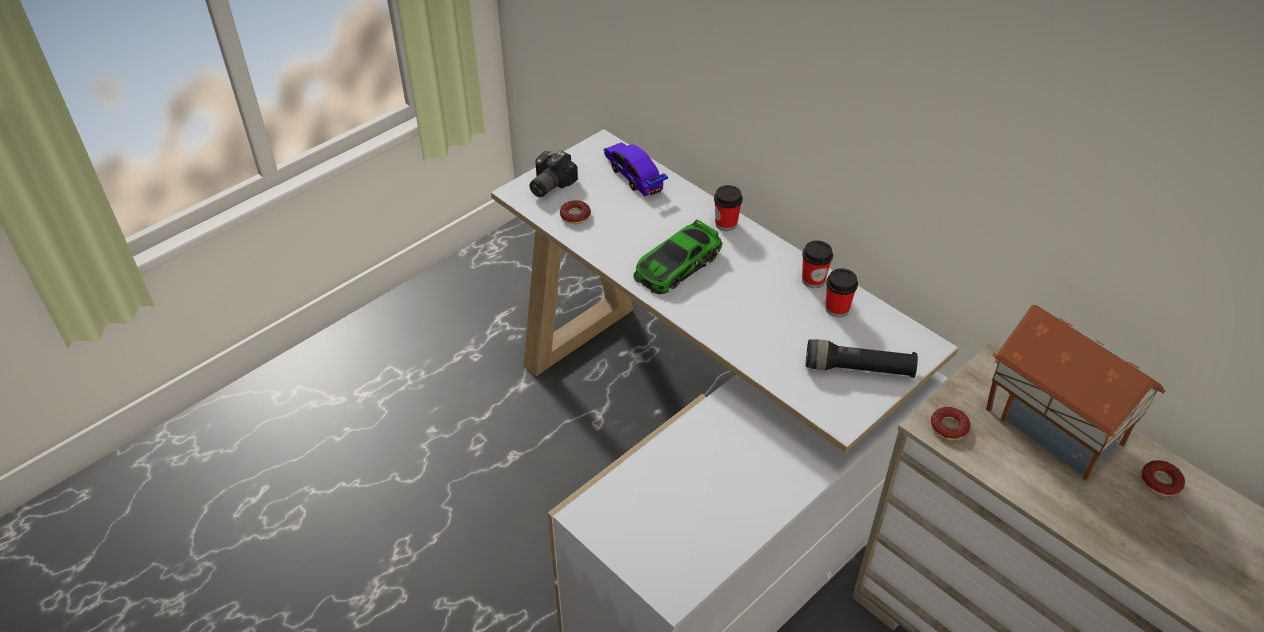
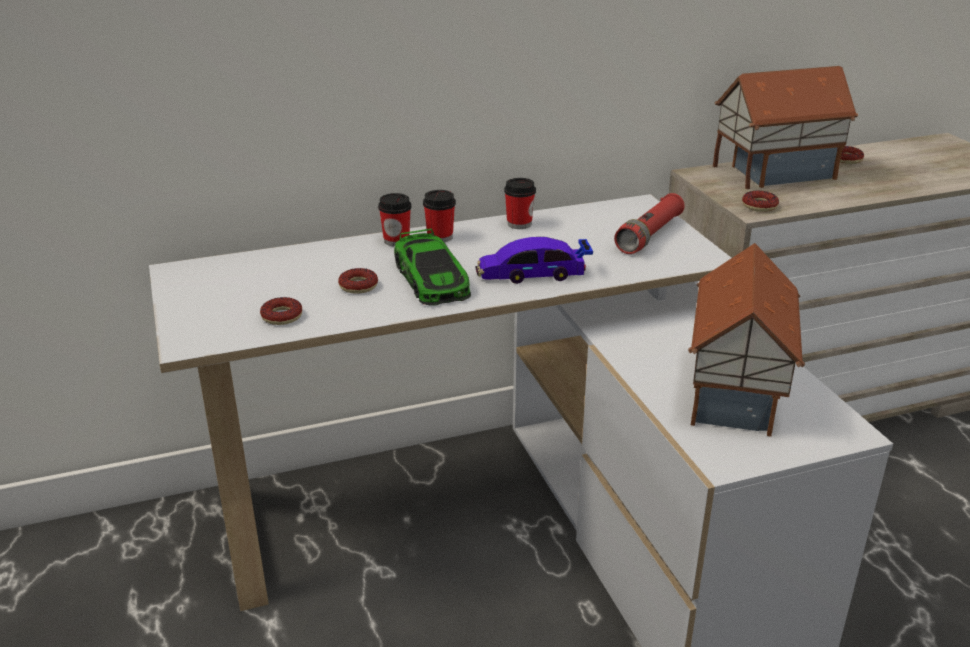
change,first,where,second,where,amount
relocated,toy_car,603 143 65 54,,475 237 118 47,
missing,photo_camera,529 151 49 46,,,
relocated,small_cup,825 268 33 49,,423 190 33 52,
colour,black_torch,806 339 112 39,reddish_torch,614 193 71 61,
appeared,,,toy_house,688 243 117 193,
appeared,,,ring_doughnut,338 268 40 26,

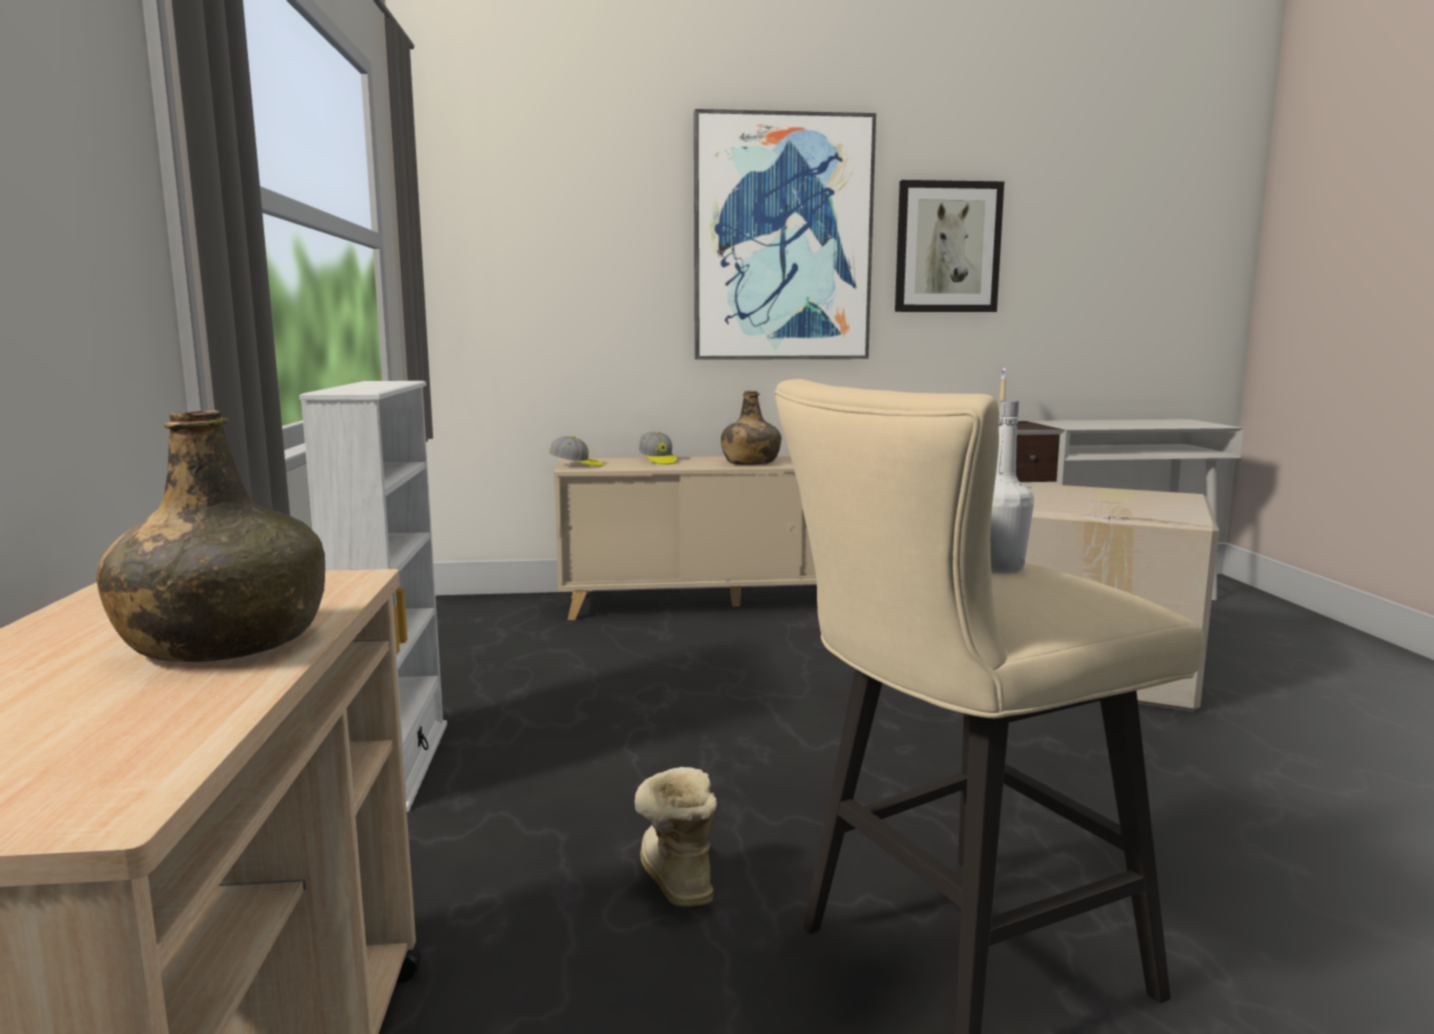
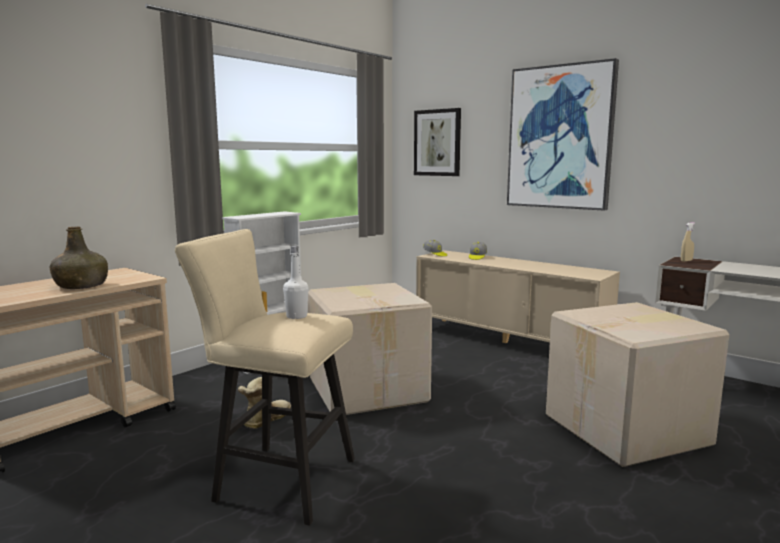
change,first,where,second,where,amount
relocated,wall_art,895 180 109 132,,414 108 47 68,
missing,greenish_drink_bottle,721 391 60 74,,,
appeared,,,carton,308 283 124 132,

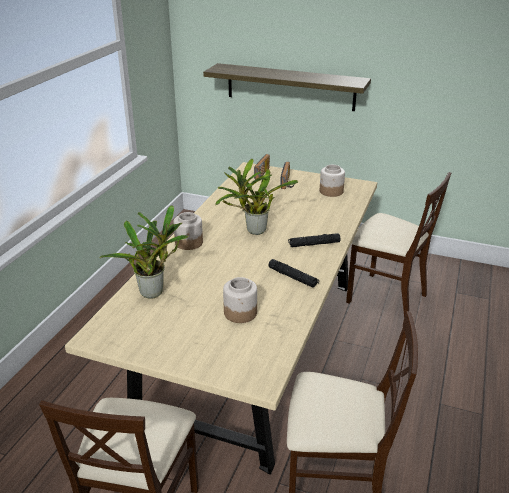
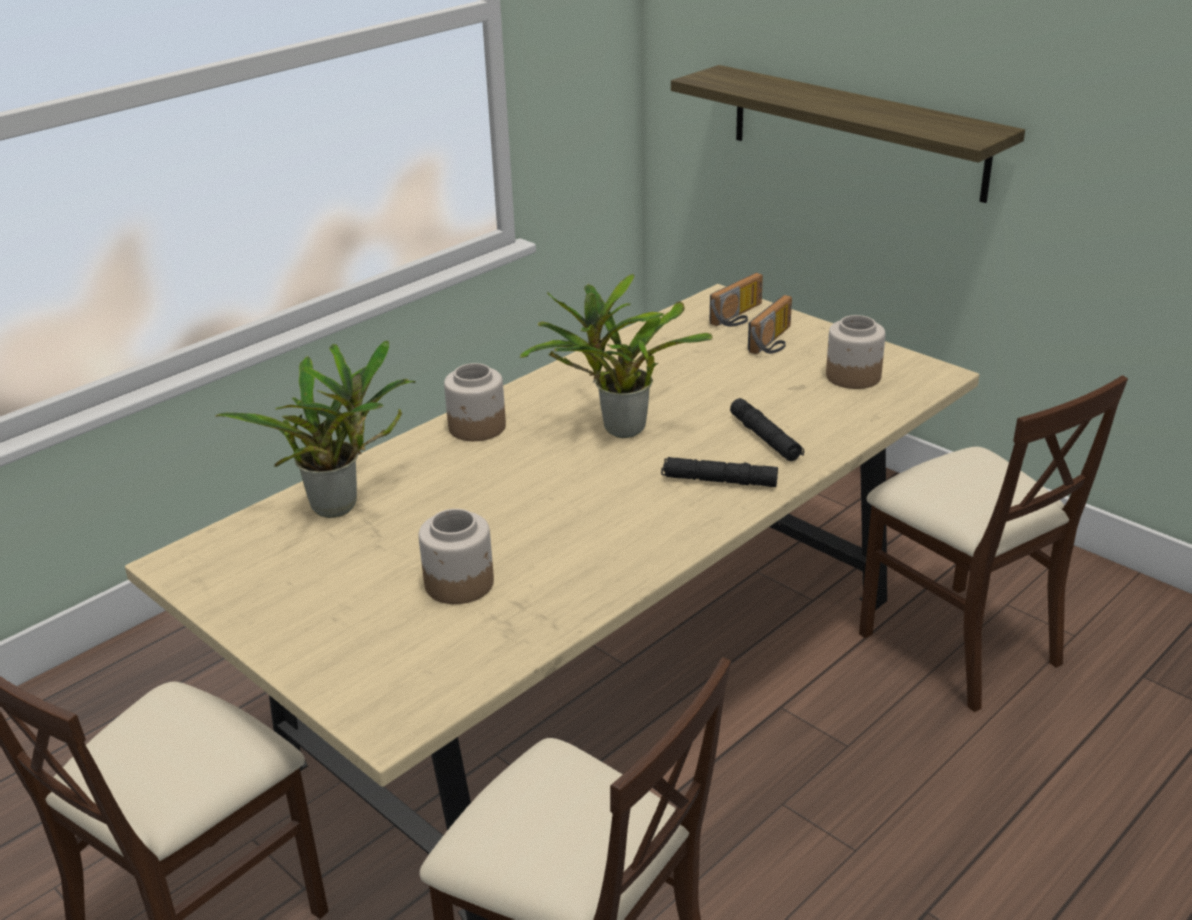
change,first,where,second,where,amount
relocated,black_torch,268 259 51 29,,730 398 74 63,

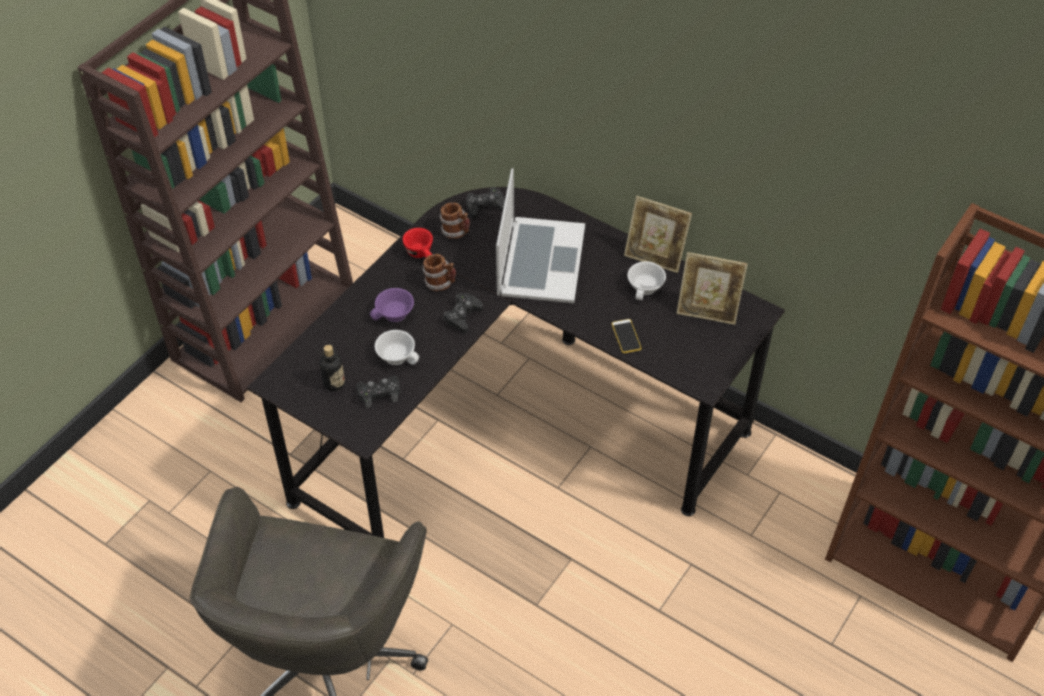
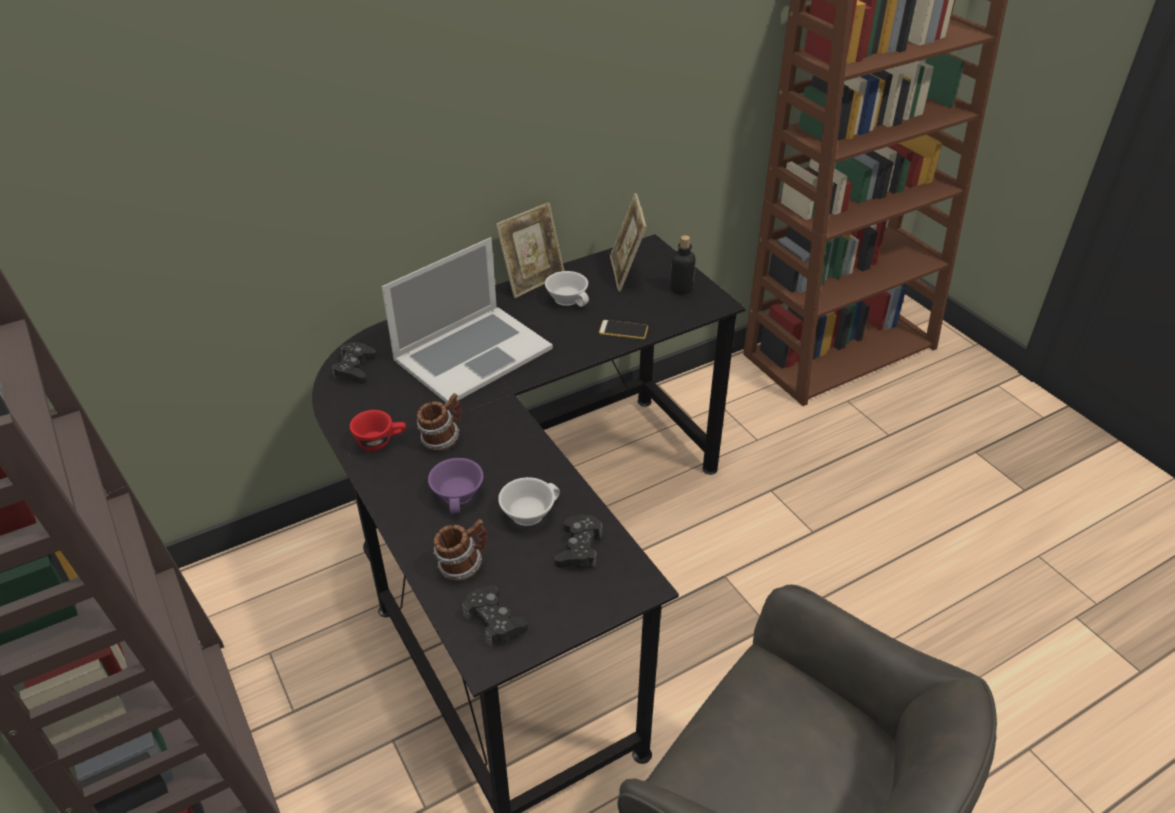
change,first,where,second,where,amount
spun,portable_computer,496 168 89 135,,381 237 172 166,105 degrees clockwise
relocated,tea_mug,440 203 30 36,,433 519 54 62,
spun,picture_frame,676 252 72 73,,610 193 37 98,135 degrees clockwise
relocated,black_joypad,444 293 39 40,,462 586 66 61,
relocated,drink_bottle,320 345 25 46,,670 235 25 60,

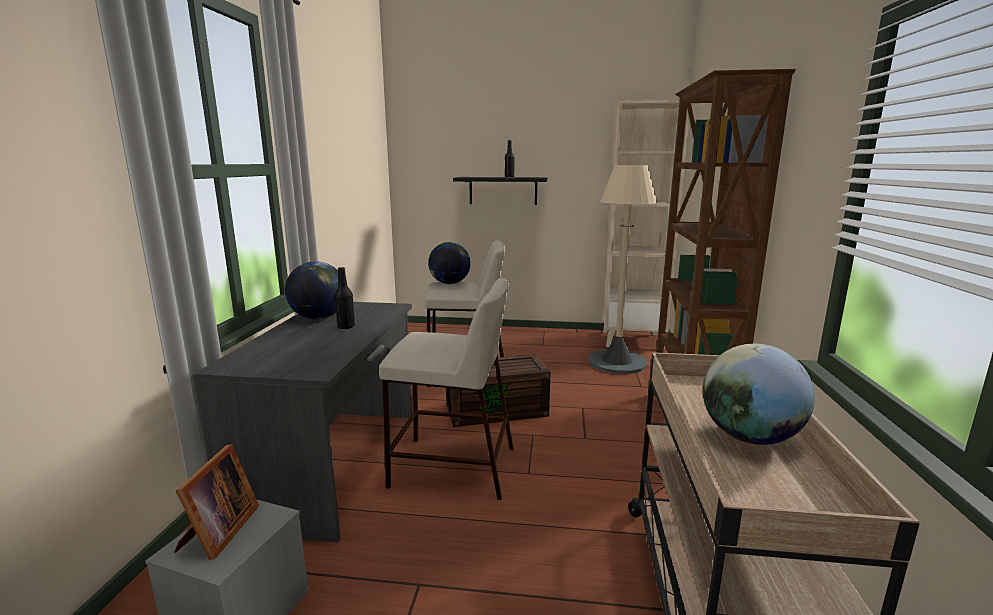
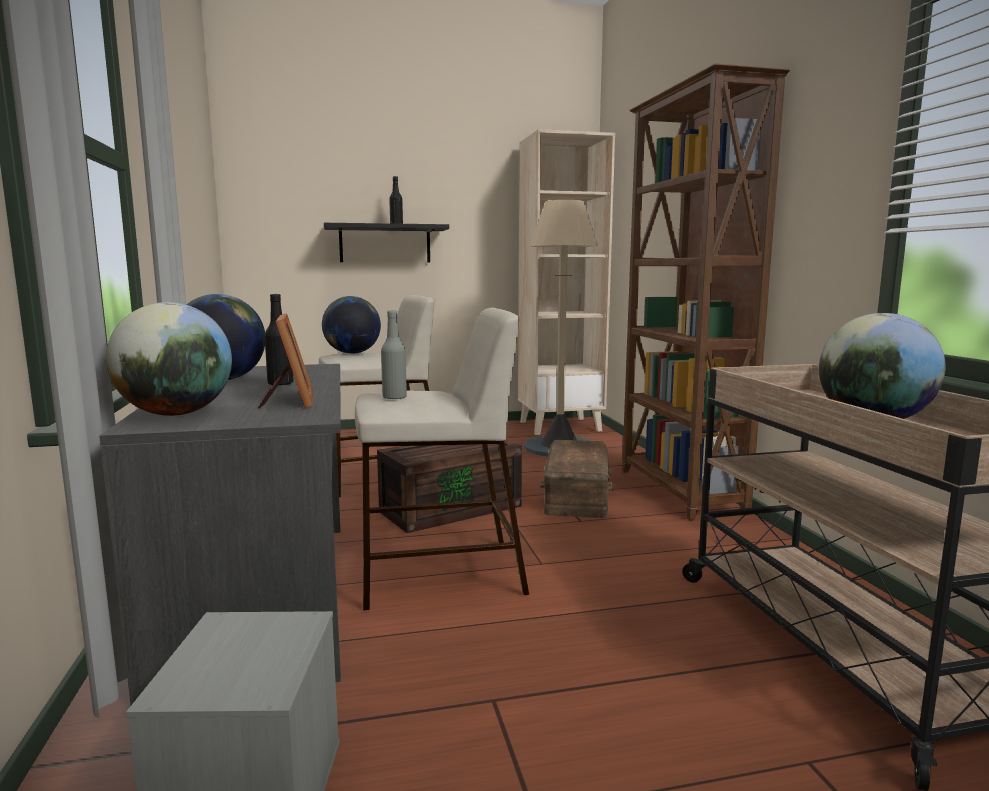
change,first,where,second,where,amount
relocated,picture_frame,175 444 84 116,,258 313 55 96,
appeared,,,desk_globe,106 302 126 114,
appeared,,,gray_drink_bottle,381 310 26 90,
appeared,,,brownish_storage_bin,540 440 74 78,

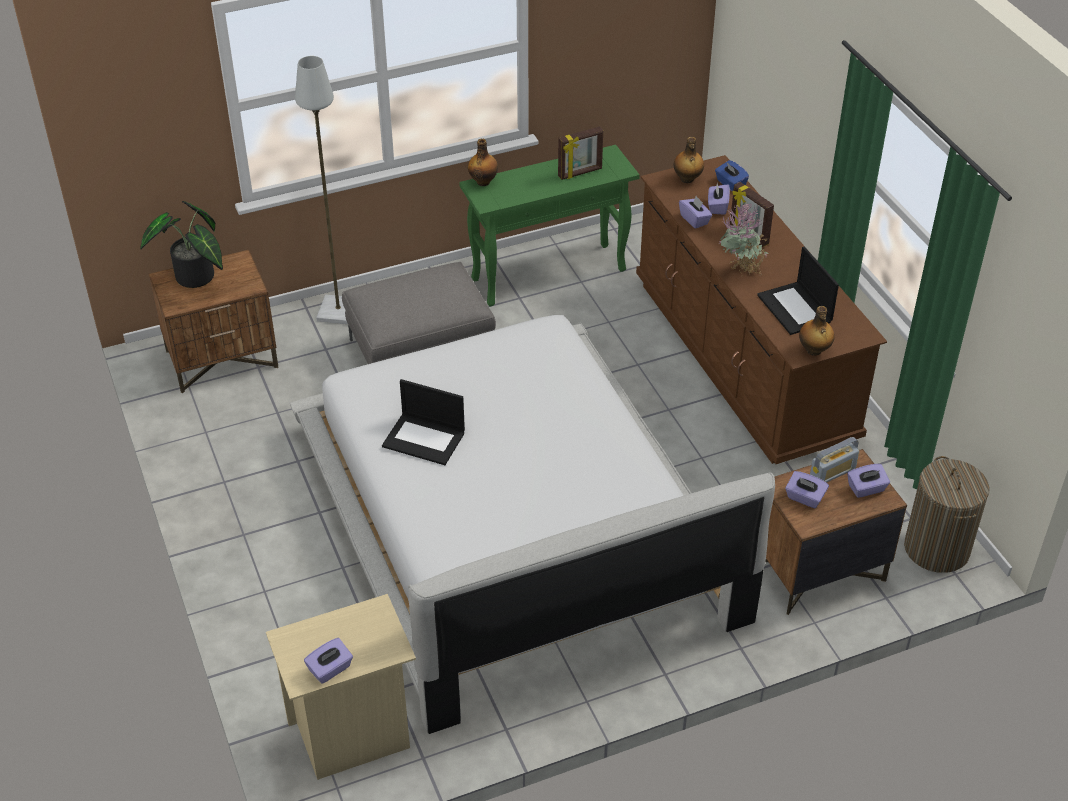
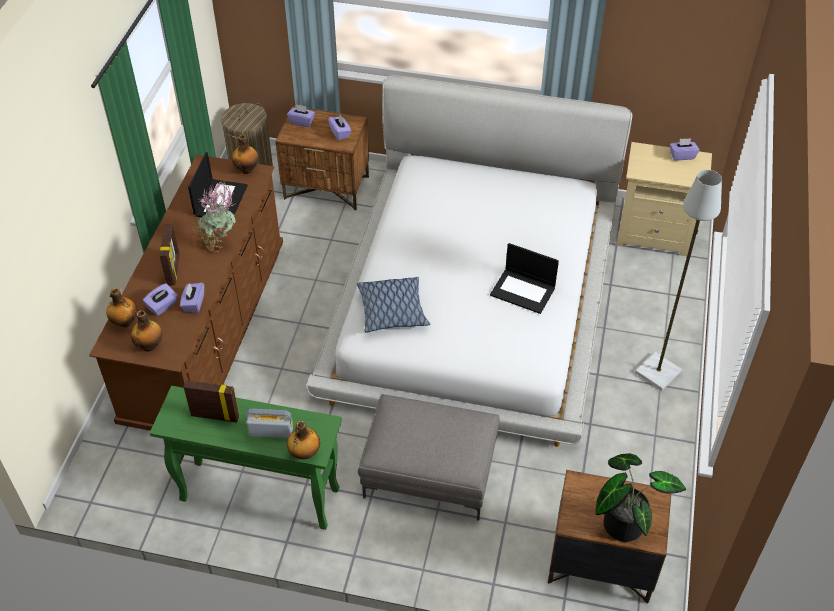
change,first,where,second,where,amount
relocated,gray_standing_lamp,295 56 53 268,,635 170 87 221,
exchanged,bluish_tissue_box,715 160 34 31,drink_bottle,106 288 32 39,
spun,portable_computer,382 379 83 86,,490 243 69 71,150 degrees clockwise
relocated,radio,810 437 49 46,,246 409 47 29,
appeared,,,pillow,357 277 73 56,

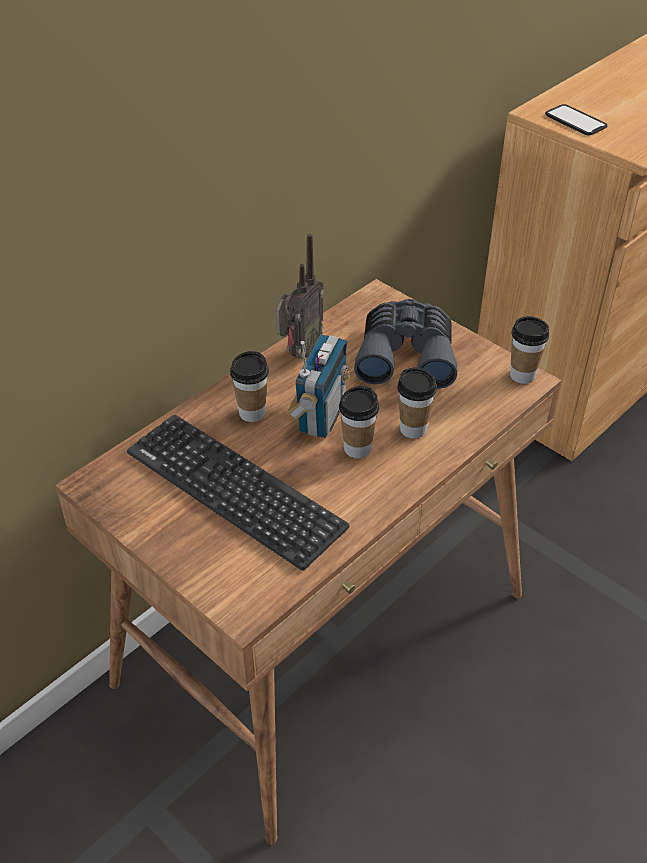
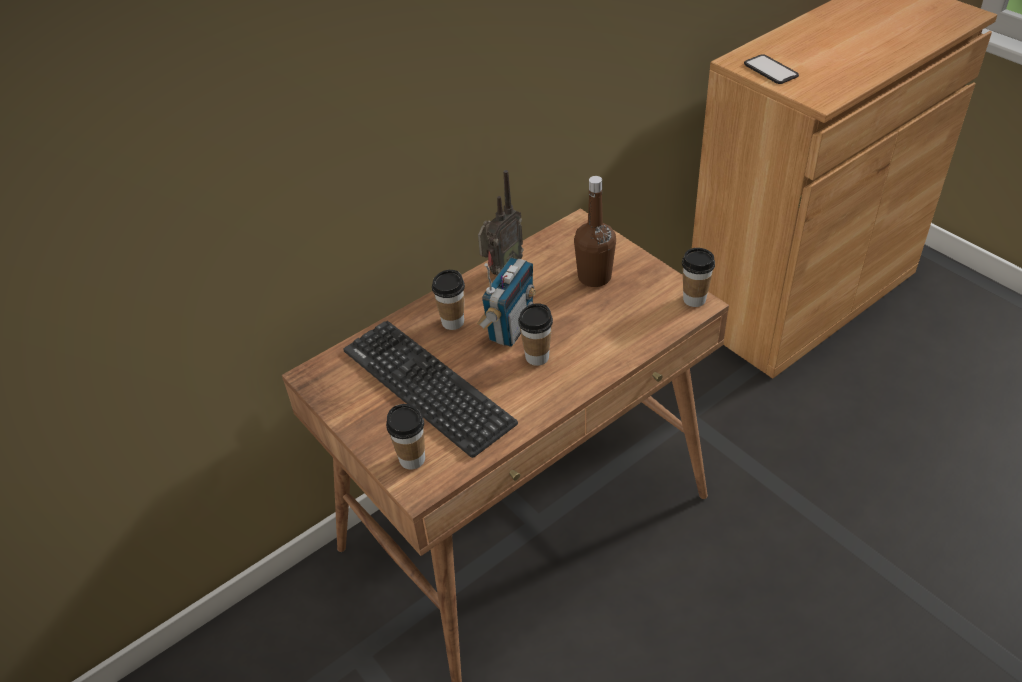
change,first,where,second,where,amount
exchanged,gray_field_glasses,354 299 103 90,brownish_drink_bottle,574 176 42 111,
relocated,small_cup,397 367 40 72,,386 404 39 66,

